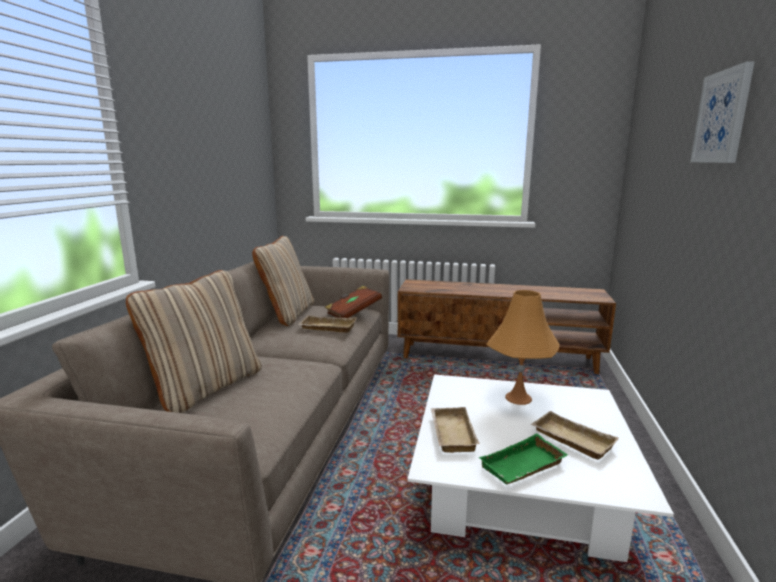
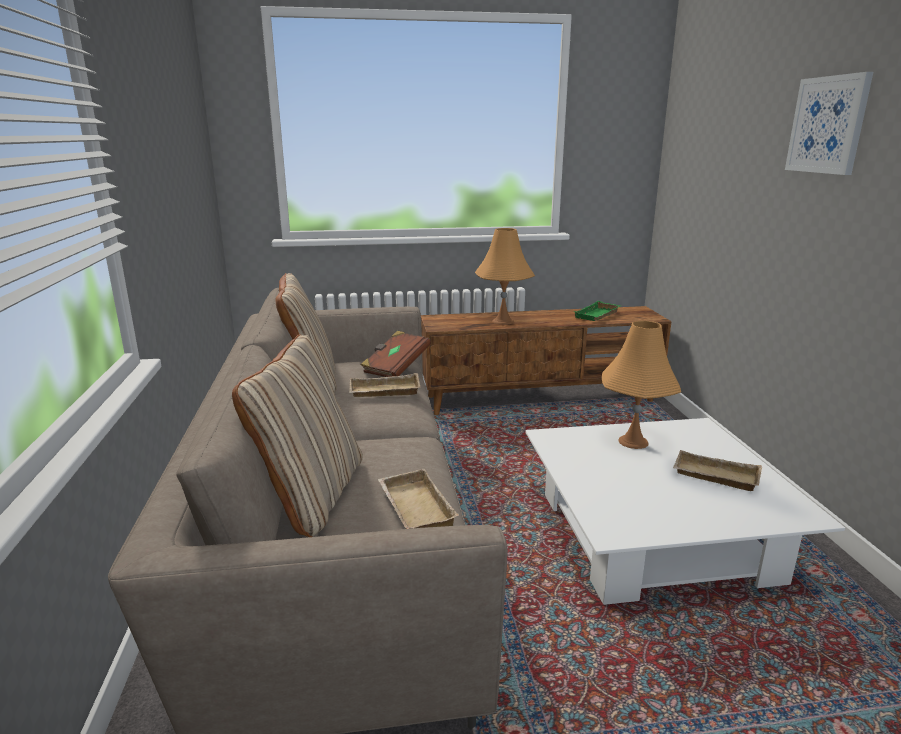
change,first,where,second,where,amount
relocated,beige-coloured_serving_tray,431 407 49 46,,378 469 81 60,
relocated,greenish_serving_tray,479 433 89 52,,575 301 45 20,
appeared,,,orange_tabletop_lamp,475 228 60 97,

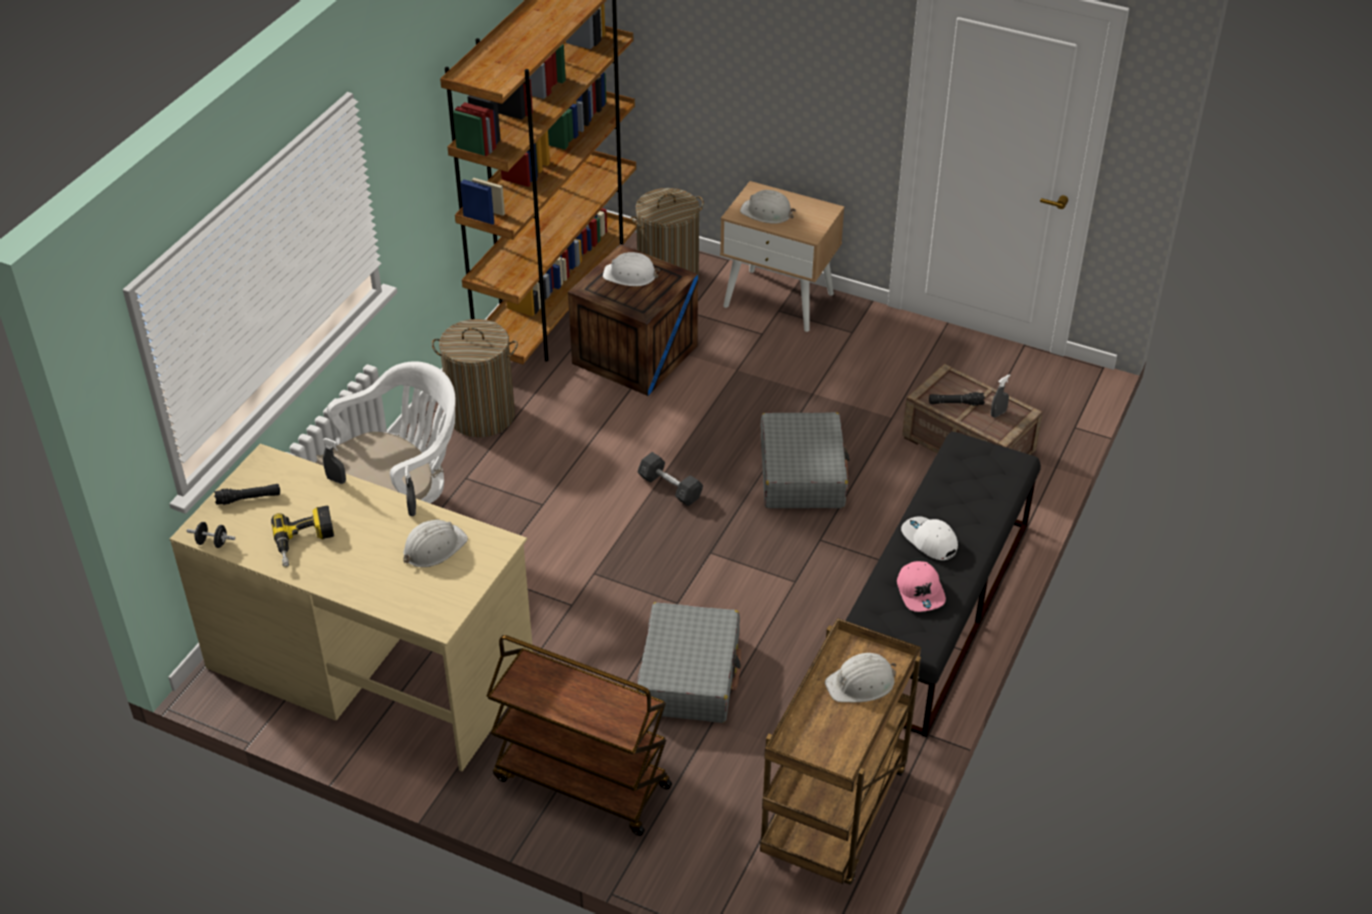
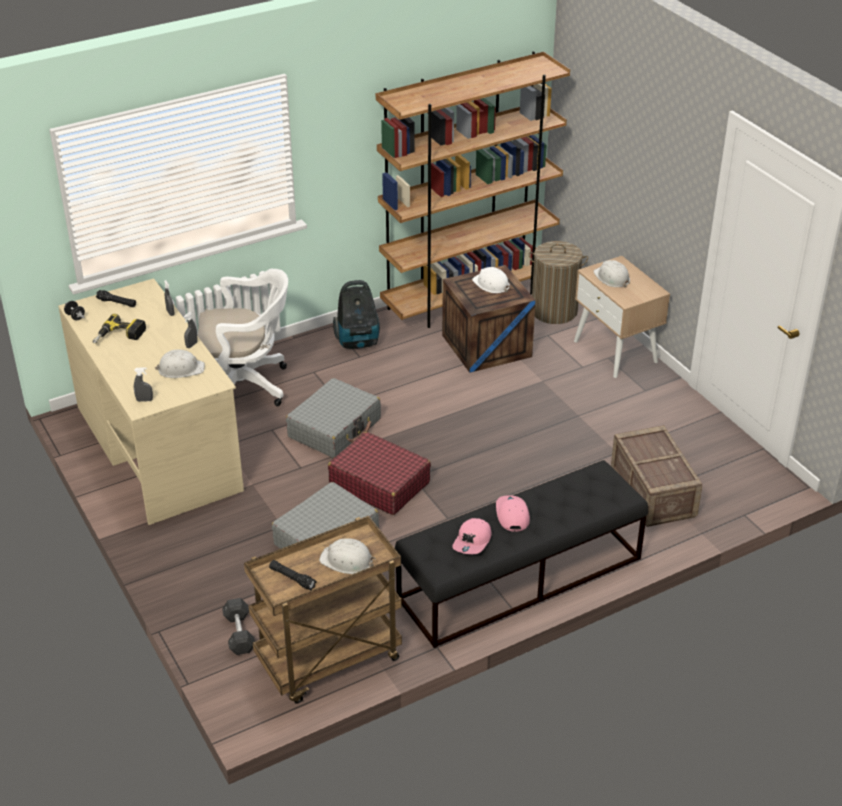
change,first,where,second,where,amount
exchanged,hamper,432 319 86 118,vacuum,333 280 47 69,
relocated,gray_hand_sprayer,991 374 19 44,,134 367 19 35,
relocated,black_torch,929 392 56 14,,269 560 48 30,
relocated,gray_travel_case,761 412 89 96,,286 378 95 80,
relocated,gray_hand_weight,637 452 66 54,,222 598 33 57,
colour,whitish_baseball_cap,901 516 57 44,pink_baseball_cap,496 495 34 37,
missing,brownish_cart,486 635 186 201,,,
appeared,,,reddish_travel_case,328 432 103 83,

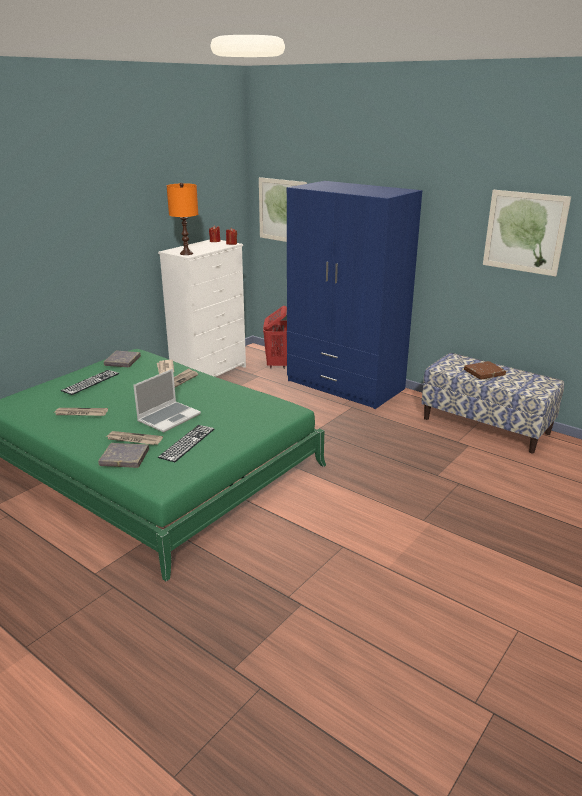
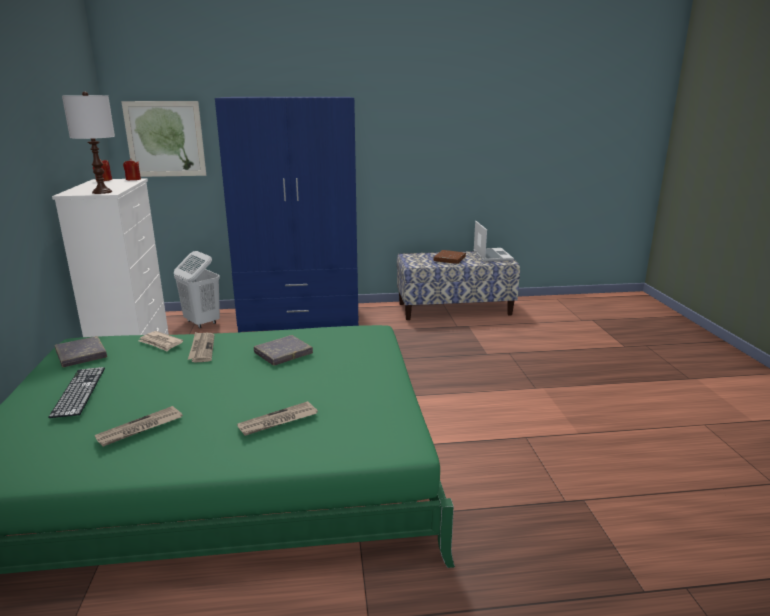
change,first,where,second,where,amount
colour,orange_tabletop_lamp,167 183 31 72,whitish_tabletop_lamp,62 92 53 102,
missing,wall_art,483 190 88 86,,,
colour,reddish_hamper,263 306 24 63,whitish_hamper,174 251 46 77,
relocated,portable_computer,133 369 68 63,,473 221 41 41,
missing,computer_keyboard,158 425 57 37,,,
relocated,gray_volume,98 443 51 25,,254 335 59 30,

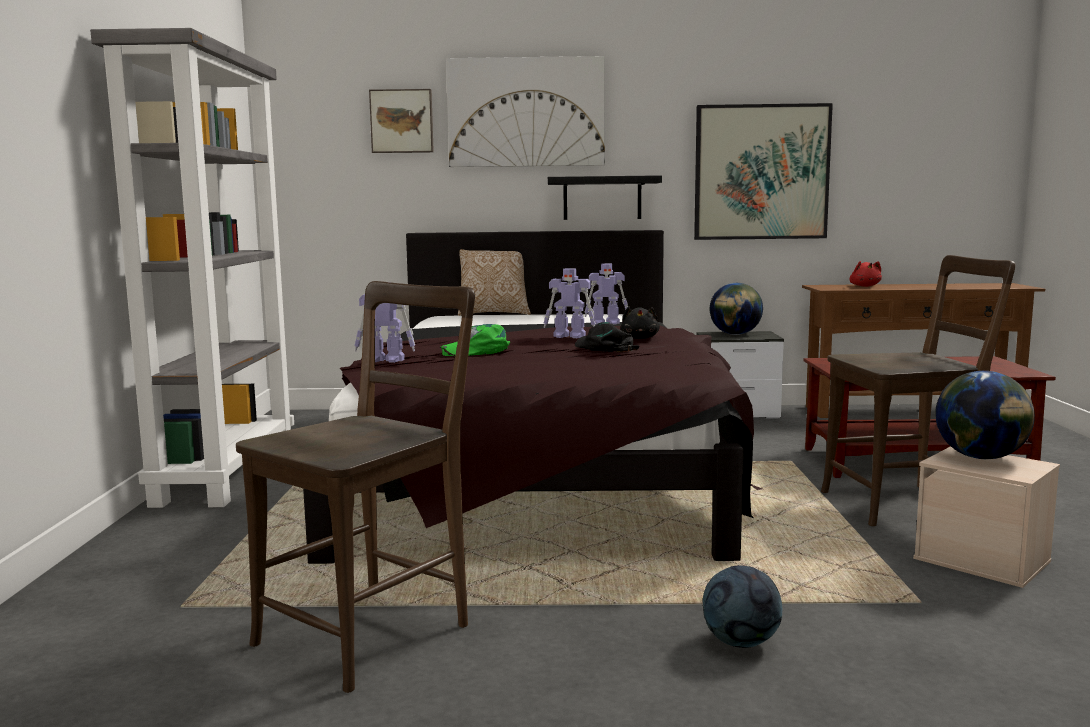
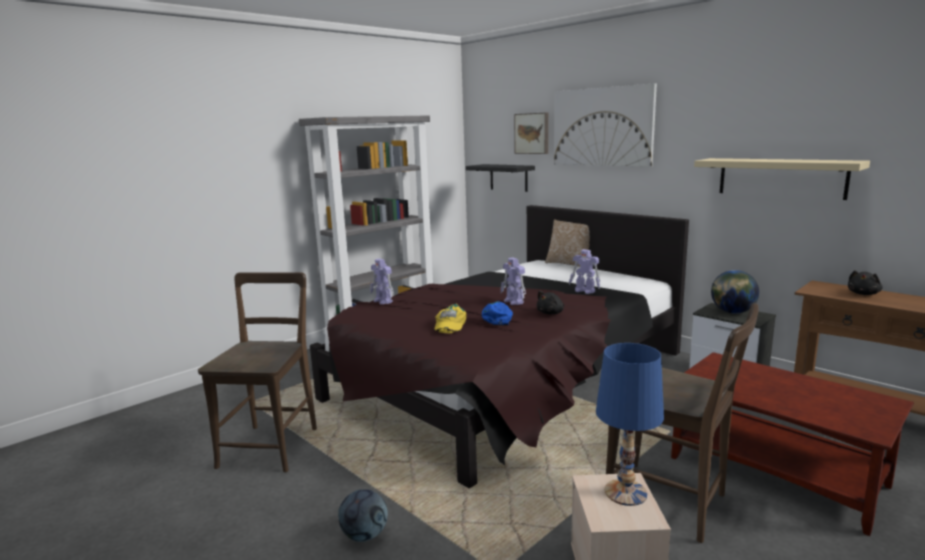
change,first,where,second,where,amount
exchanged,wall_art,694 103 139 137,beige-coloured_wall_shelf,694 158 176 42,
relocated,black_wall_shelf,548 175 114 45,,466 164 69 28,
colour,reddish_cuddly_toy,850 261 32 26,black_cuddly_toy,848 270 35 25,
spun,brownish_plain_chair,236 281 239 412,,198 272 119 200,75 degrees counterclockwise
colour,black_baseball_cap,575 322 64 30,bluish_baseball_cap,482 301 31 25,
missing,greenish_baseball_cap,440 324 70 32,,,
exchanged,desk_globe,935 371 100 88,bluish_tabletop_lamp,596 343 68 163,
appeared,,,yellowish_baseball_cap,434 304 32 29,

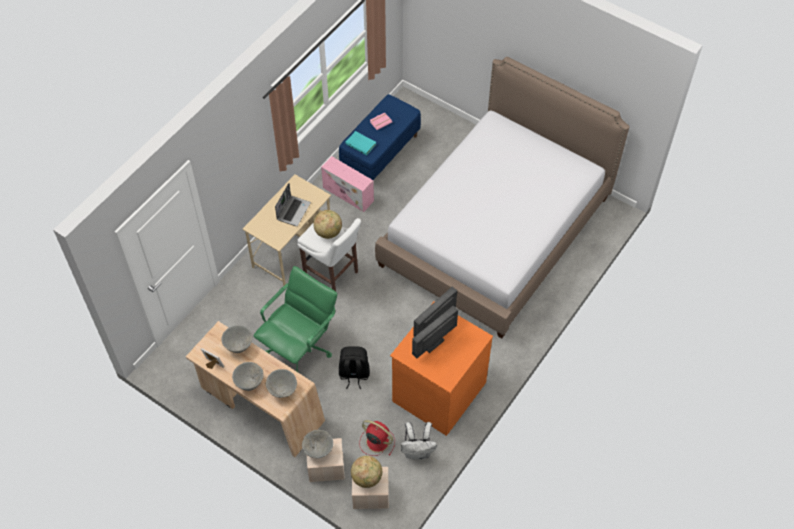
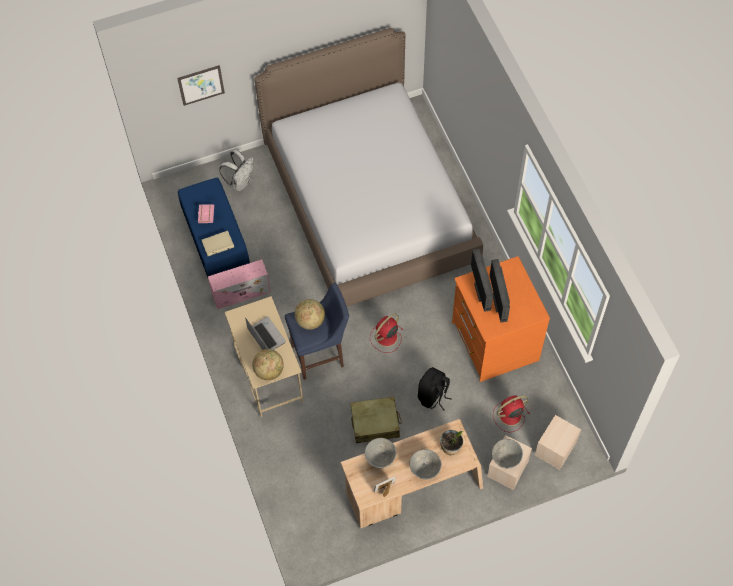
change,first,where,second,where,amount
colour,turquoise_volume,345 131 31 24,beige-coloured_volume,202 231 32 25,
colour,whitish_stool,297 218 64 73,bluish_stool,285 283 64 97,
exchanged,greenish_desk_chair,253 266 84 107,beige-coloured_travel_case,350 396 52 47,
exchanged,gray_bowl,266 369 31 29,potted_plant,440 430 23 25,
relocated,whitish_rucksack,401 422 36 38,,219 150 35 42,
relocated,desk_globe,351 456 31 32,,252 349 32 31,
appeared,,,wall_art,177 65 48 41,
appeared,,,reddish_electric_fan,370 313 33 40,

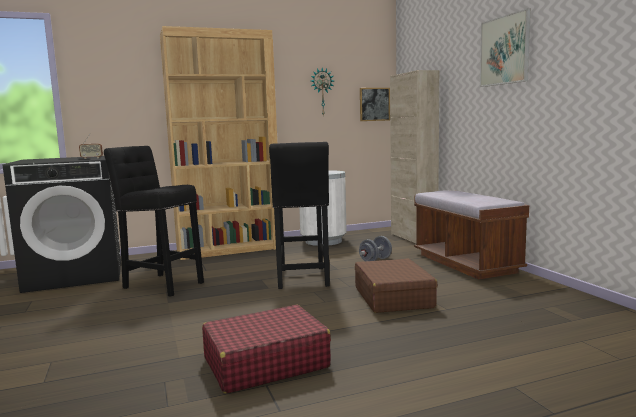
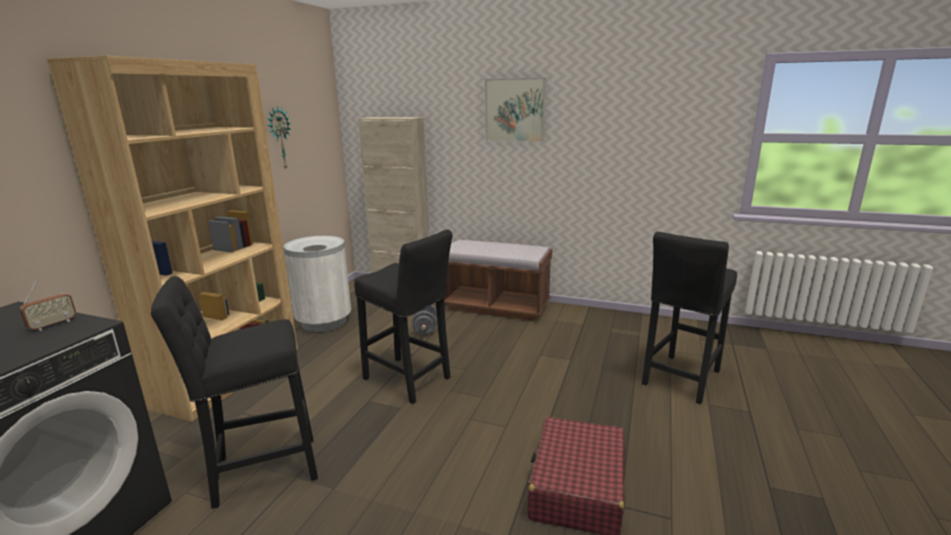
change,first,where,second,where,amount
missing,wall_art,360 88 30 33,,,
missing,brownish_travel_case,355 259 83 54,,,
appeared,,,black_stool,642 232 95 172,

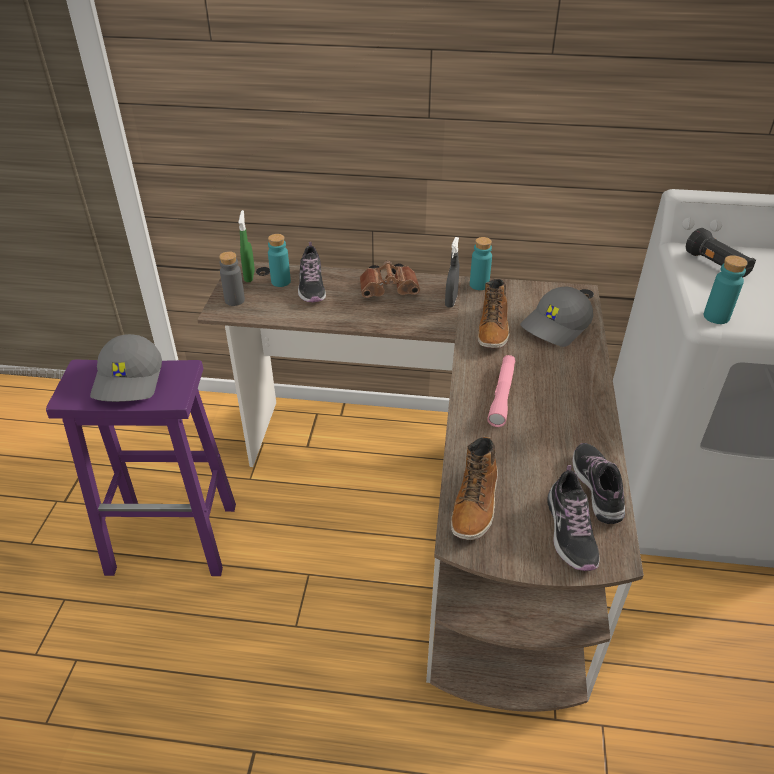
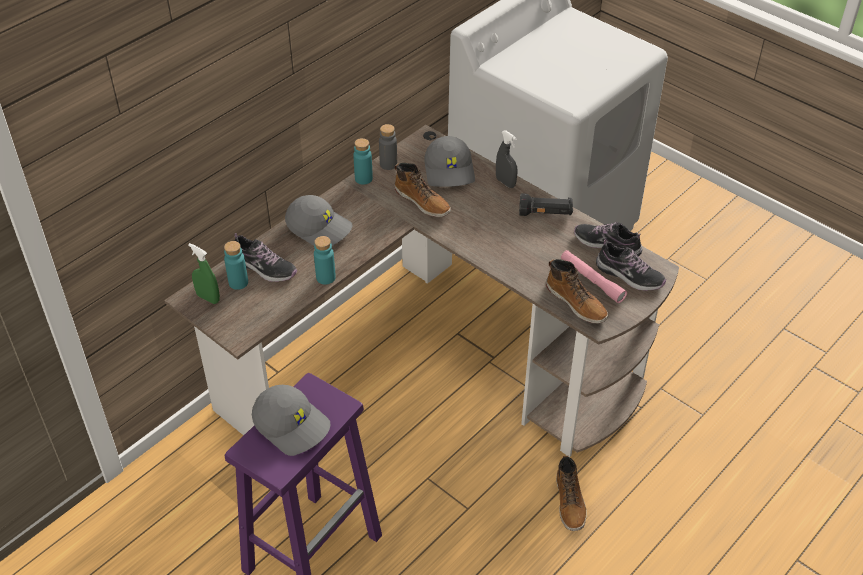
change,first,where,second,where,amount
relocated,black_torch,686 228 70 49,,519 193 54 23,
relocated,gray_hand_sprayer,445 237 14 71,,496 130 22 58,
relocated,gray_drink_bottle,219 251 26 55,,379 124 18 46,
relocated,turquoise_drink_bottle,704 255 44 69,,314 236 22 48,
exchanged,brownish_field_glasses,360 261 60 37,gray_baseball_cap,285 195 68 51,
relocated,pink_torch,487 355 29 72,,561 250 66 53,
appeared,,,high-top_boot,556 455 31 76,

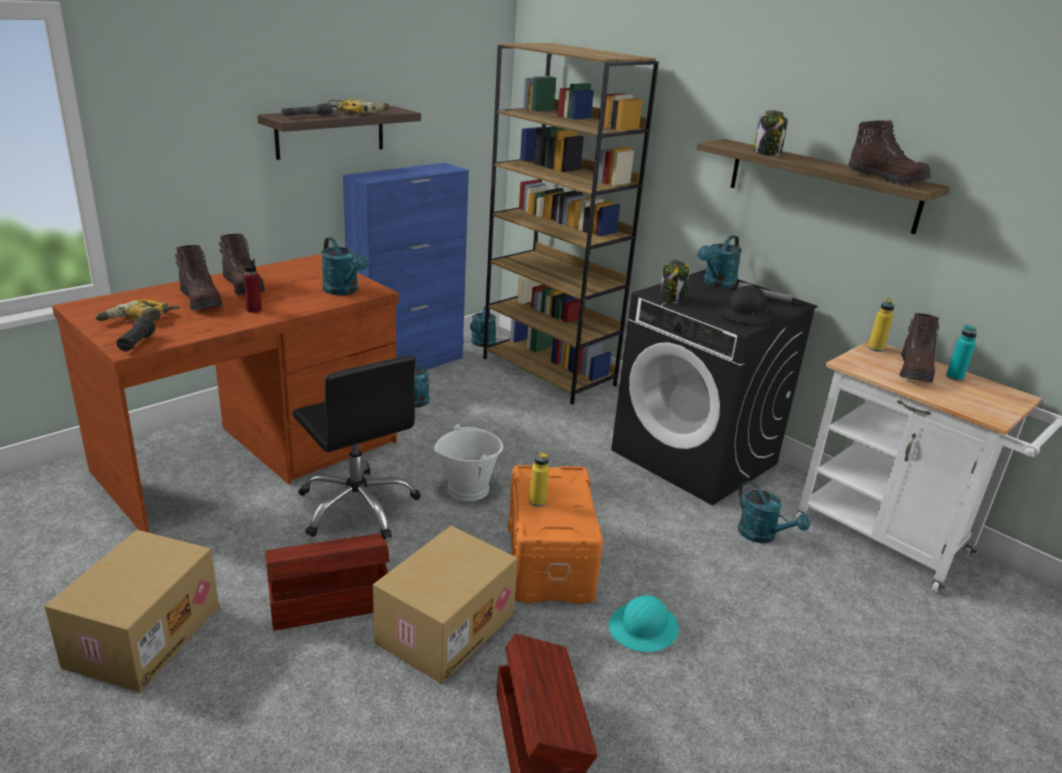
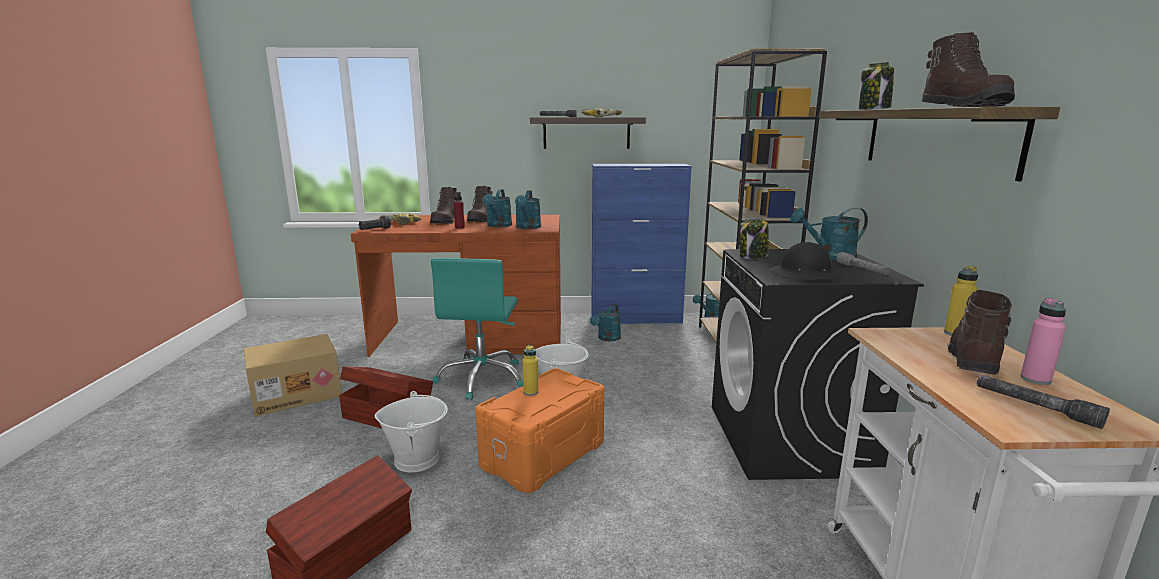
change,first,where,second,where,amount
spun,brownish_high-top_boot,899 313 40 70,,947 290 65 84,150 degrees clockwise
colour,turquoise_drink_bottle,946 325 31 56,pink_drink_bottle,1021 298 45 87,
colour,black_desk_chair,293 355 128 185,turquoise_desk_chair,431 258 92 142,
relocated,turquoise_watering_can,738 481 72 62,,482 189 30 38,
exchanged,carton,373 526 145 158,whitish_pail,374 391 74 81,
missing,turquoise_work_helmet,609 595 70 57,,,
appeared,,,gray_torch,977 375 133 54,

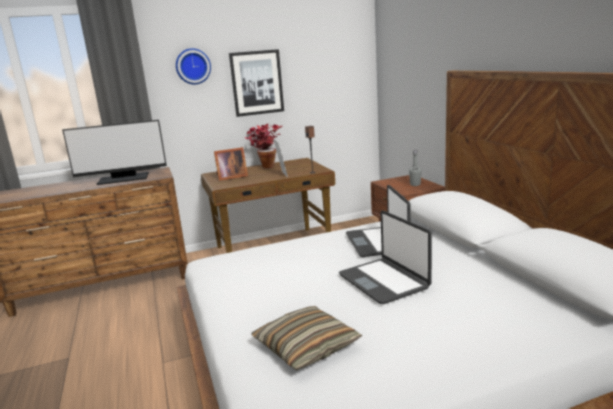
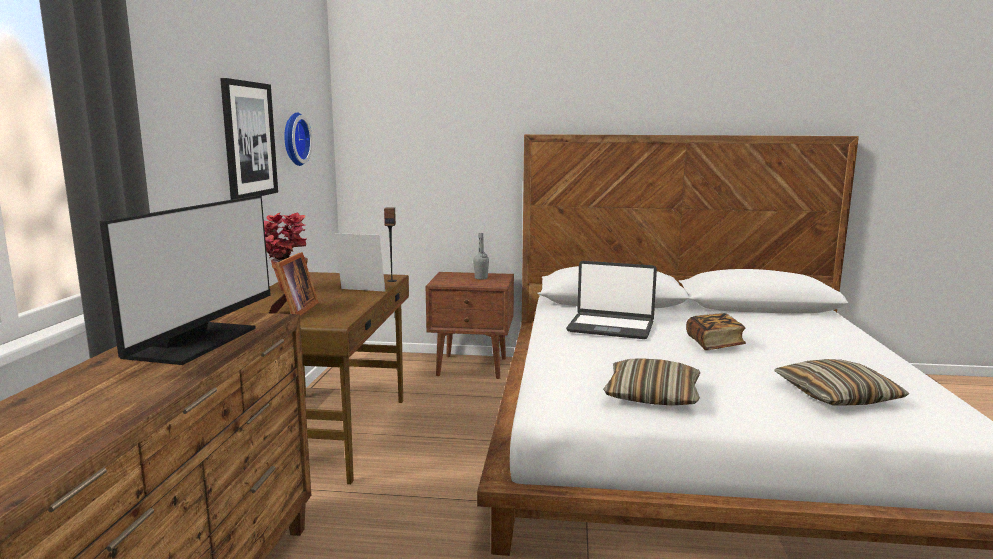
change,first,where,second,where,amount
relocated,wall_clock,176 48 35 36,,284 113 28 53,
exchanged,portable_computer,339 211 93 93,volume,686 313 60 37,
appeared,,,pillow,603 358 97 48,

